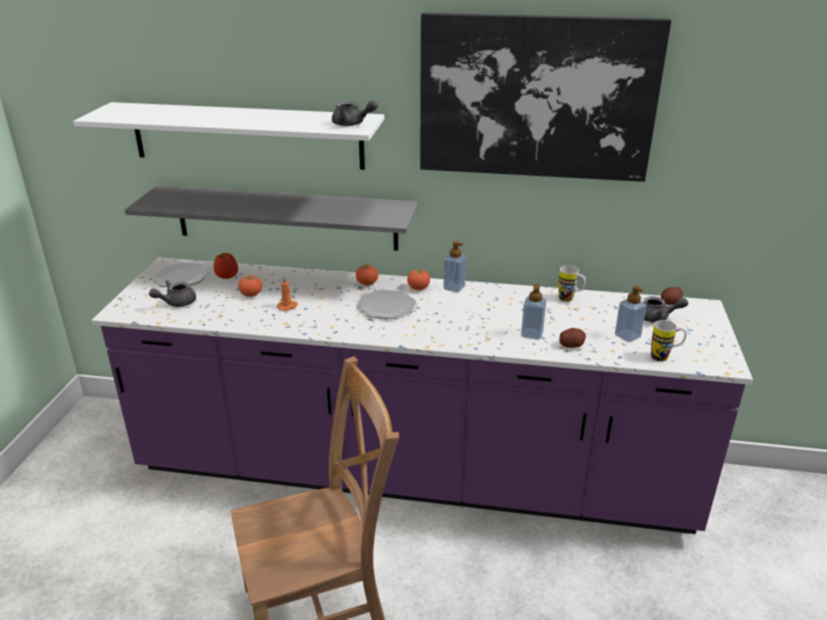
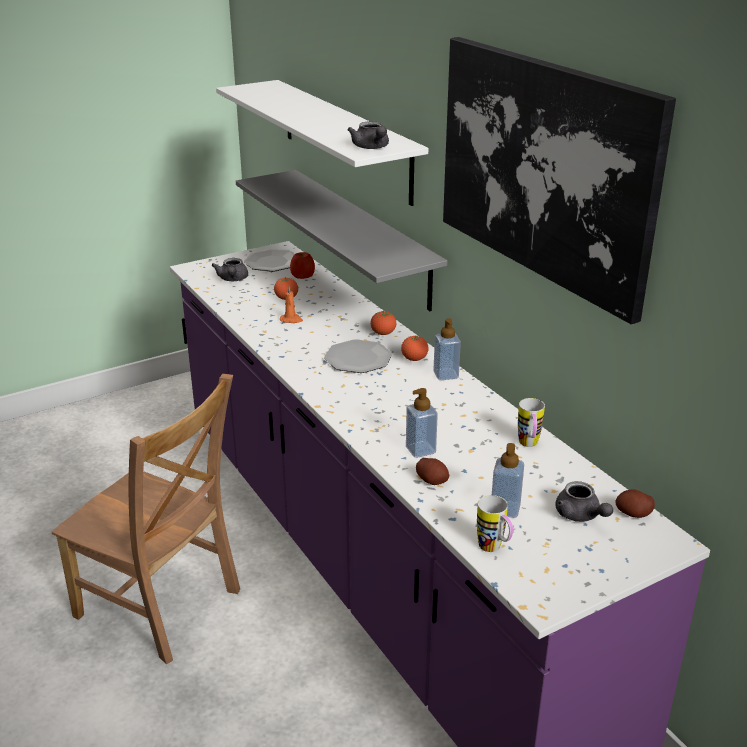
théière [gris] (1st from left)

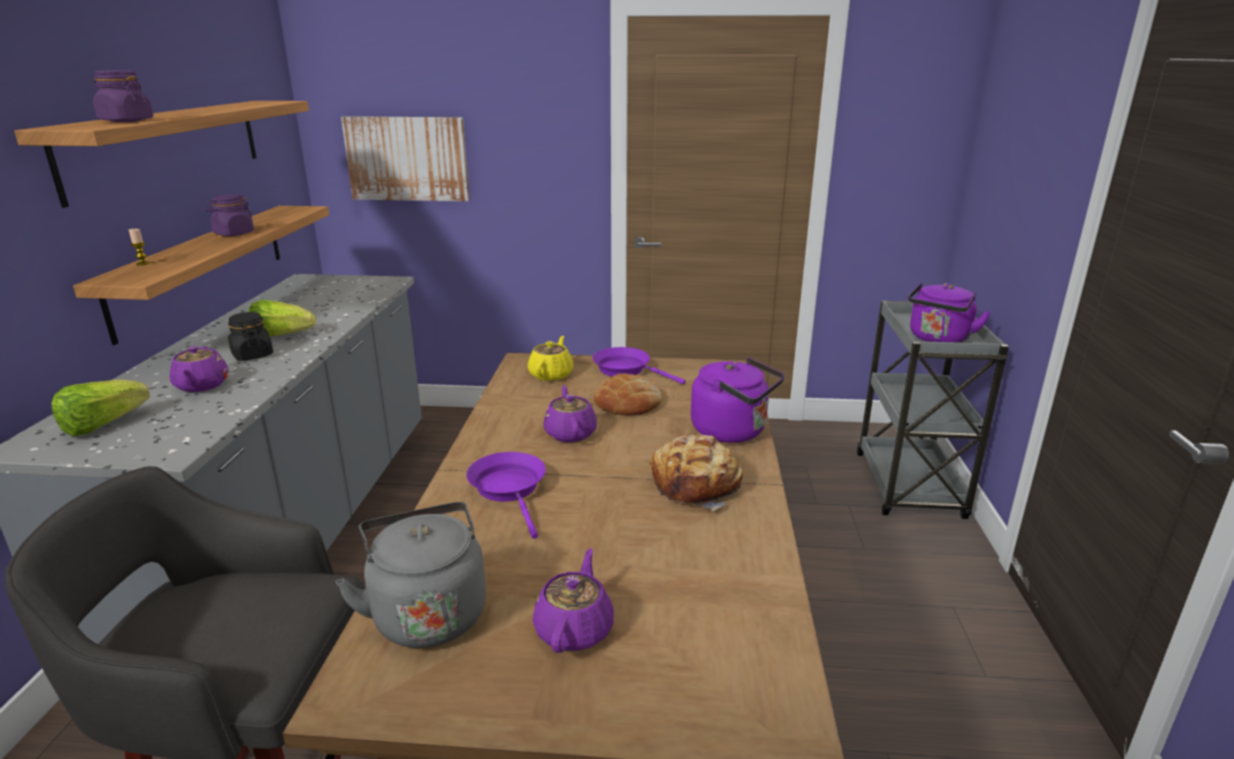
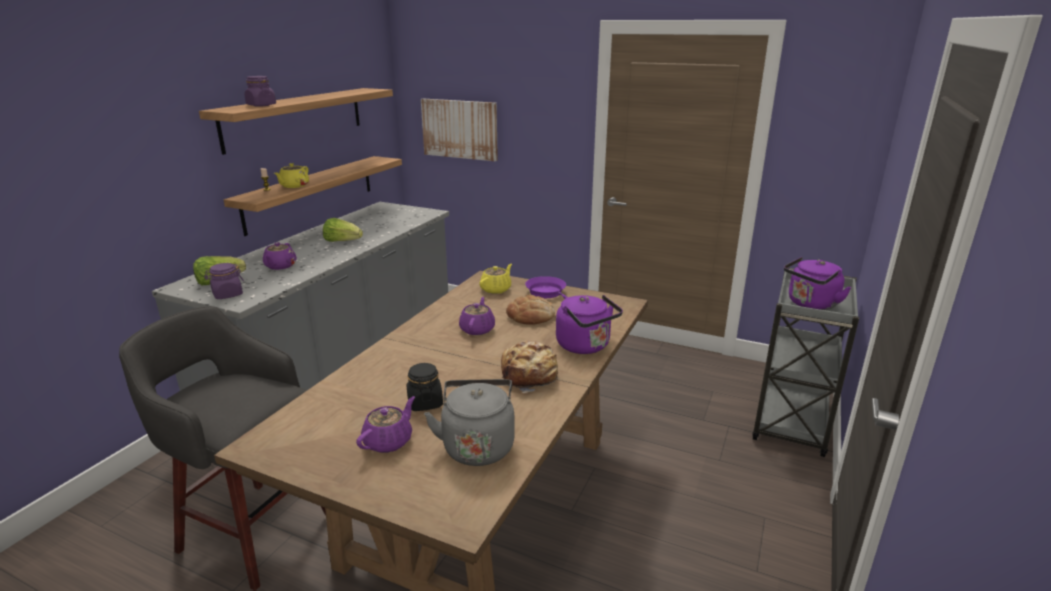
bocal [violet] (1st from left)
bocal [noir]
poêle [violet] (1st from left in the first image)
bouilloire [gris]
théière [jaune] (1st from left)

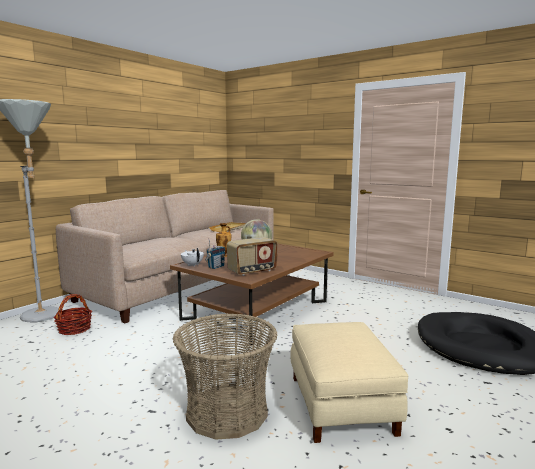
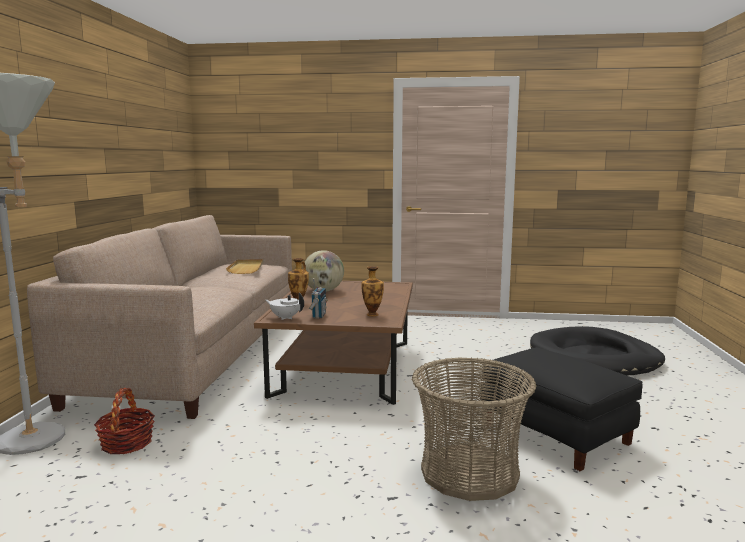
vase (2nd from left)
pouf [noir]

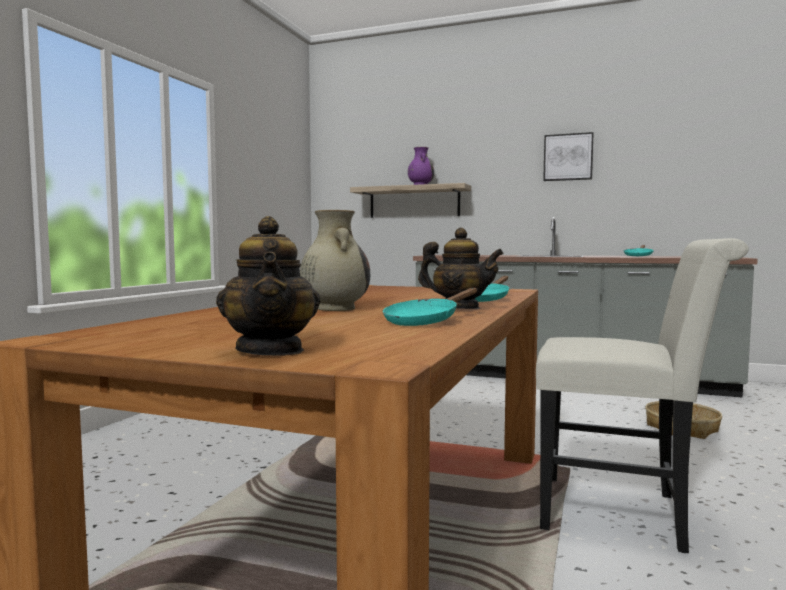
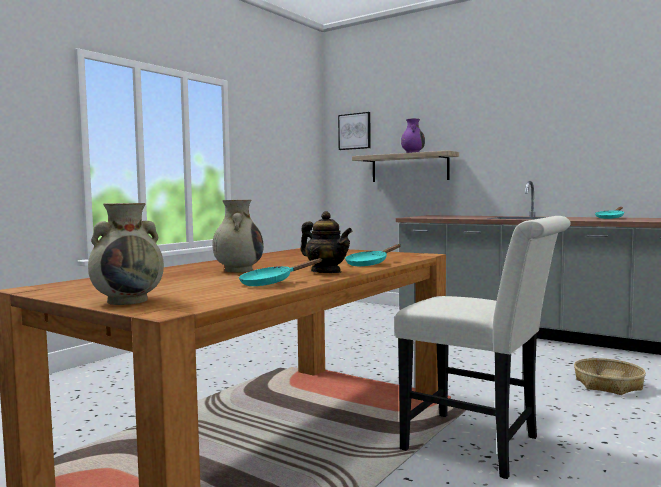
tableau
vase [beige] (1st from left)

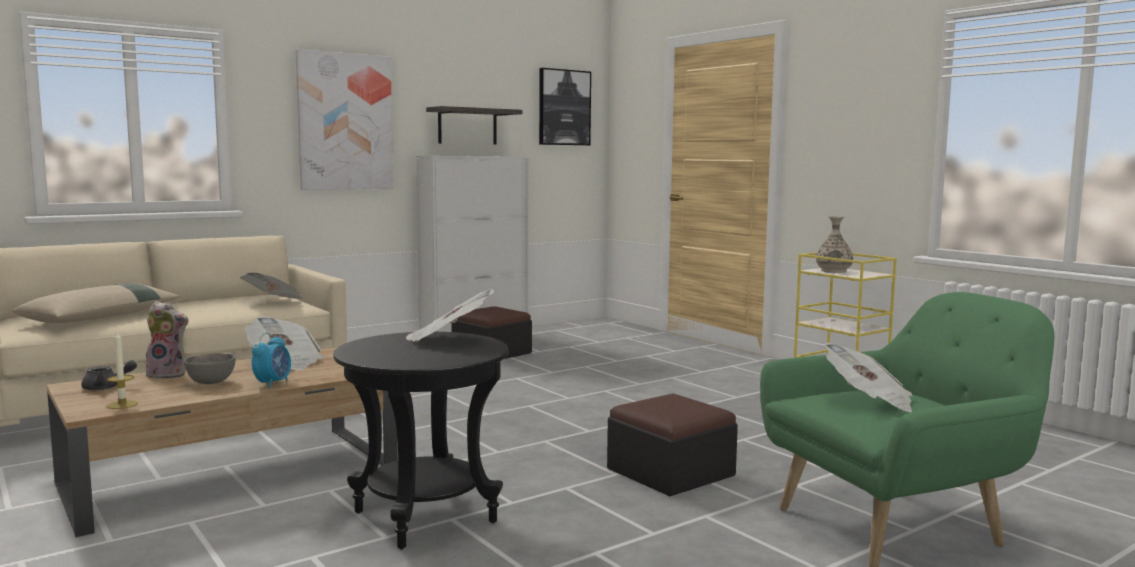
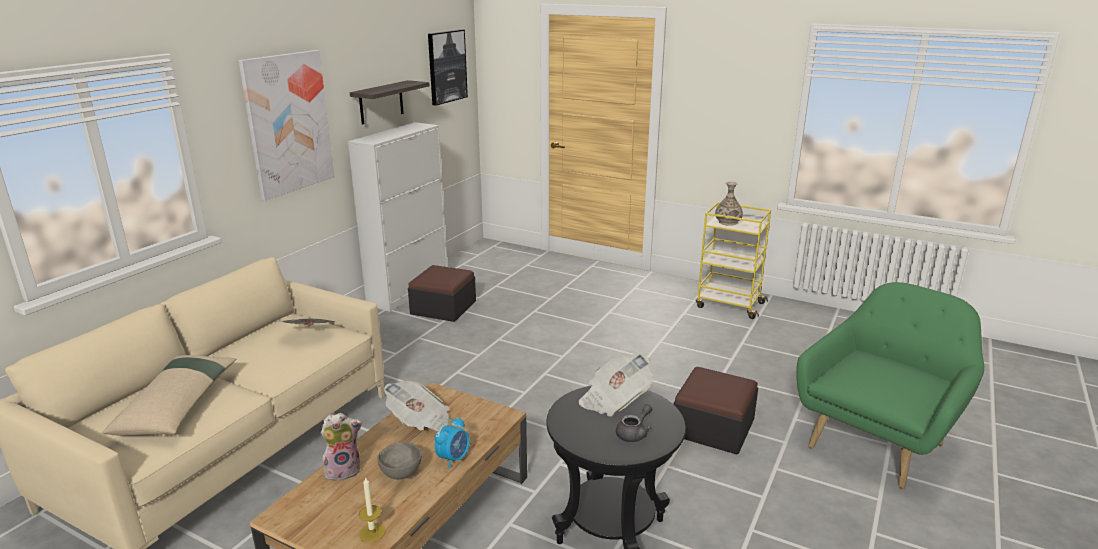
réveil
journal (4th from left in the first image)
théière [gris]

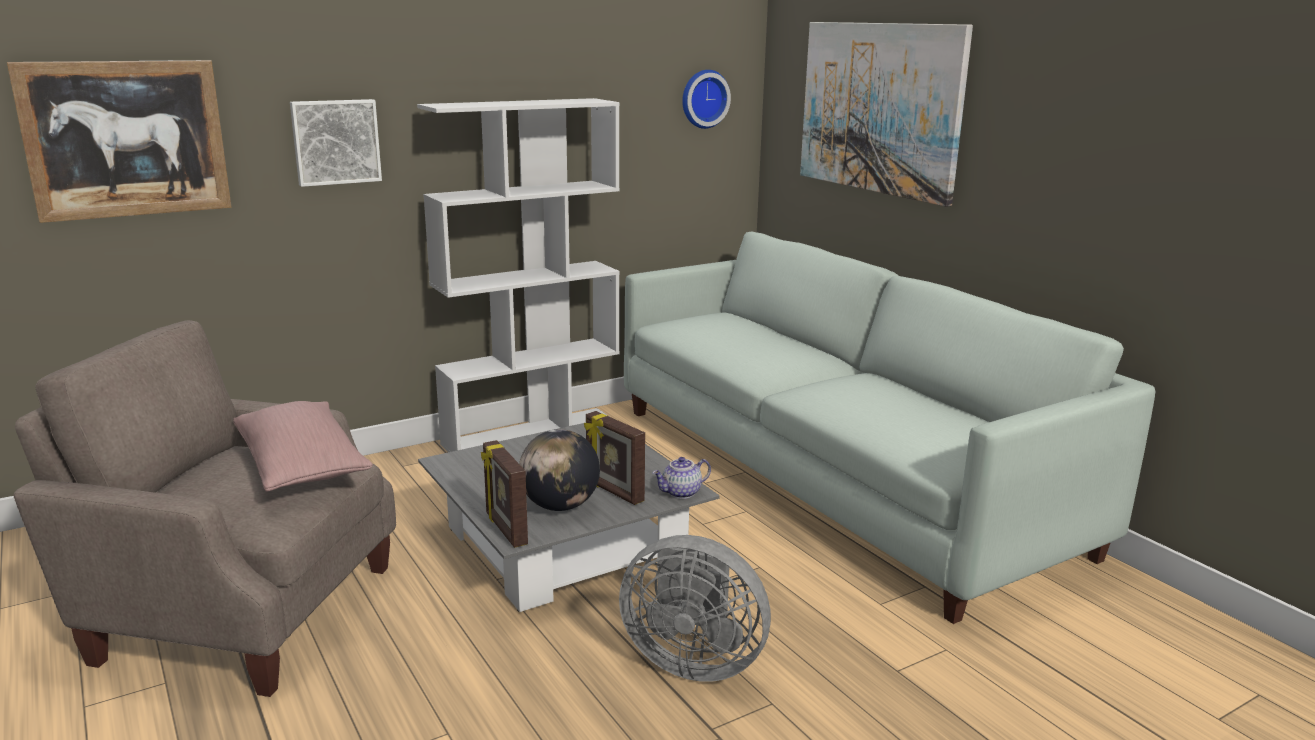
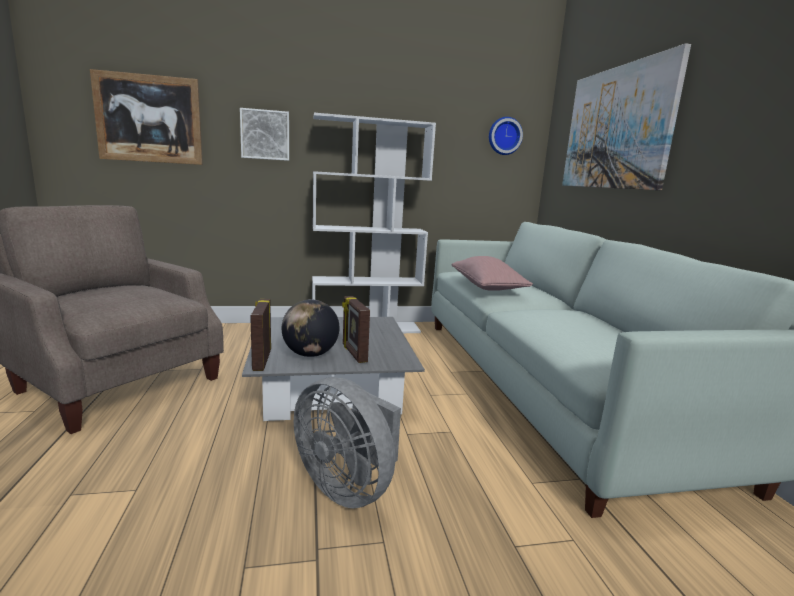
coussin [rose]
théière

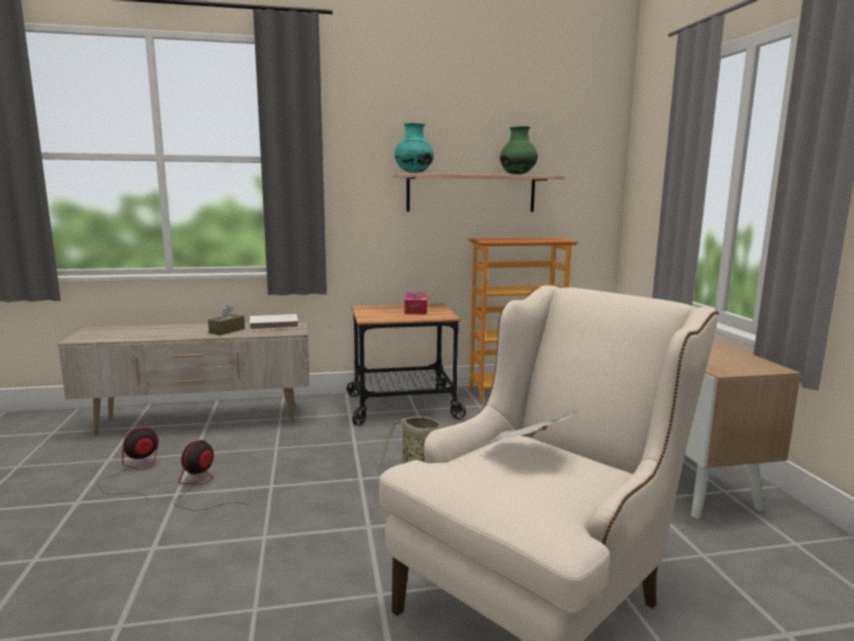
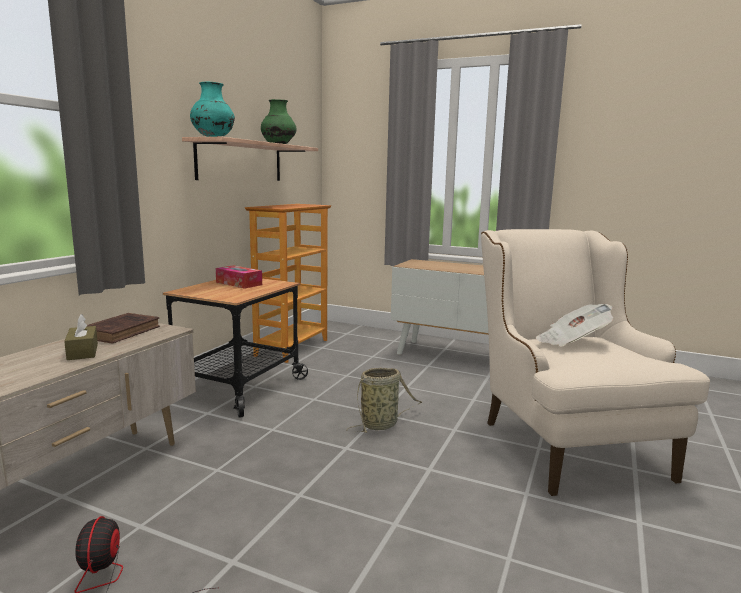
livre [marron]
ventilateur (2nd from left in the first image)

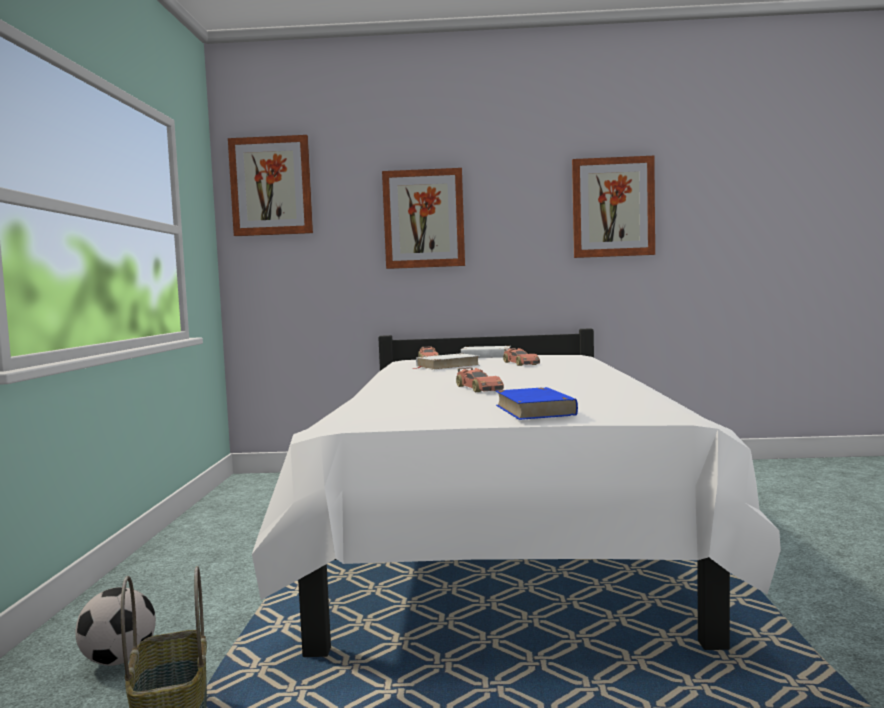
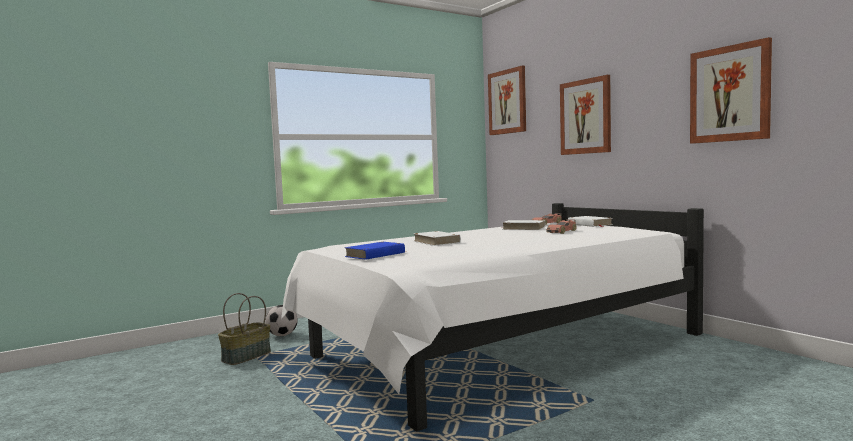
livre [blanc] (1st from left)

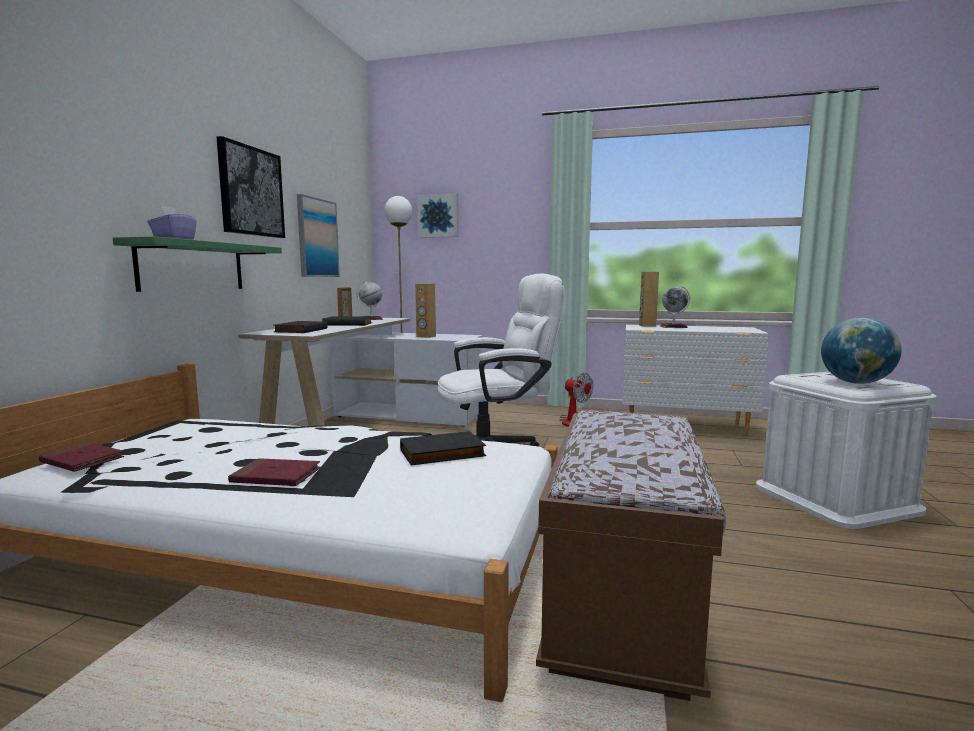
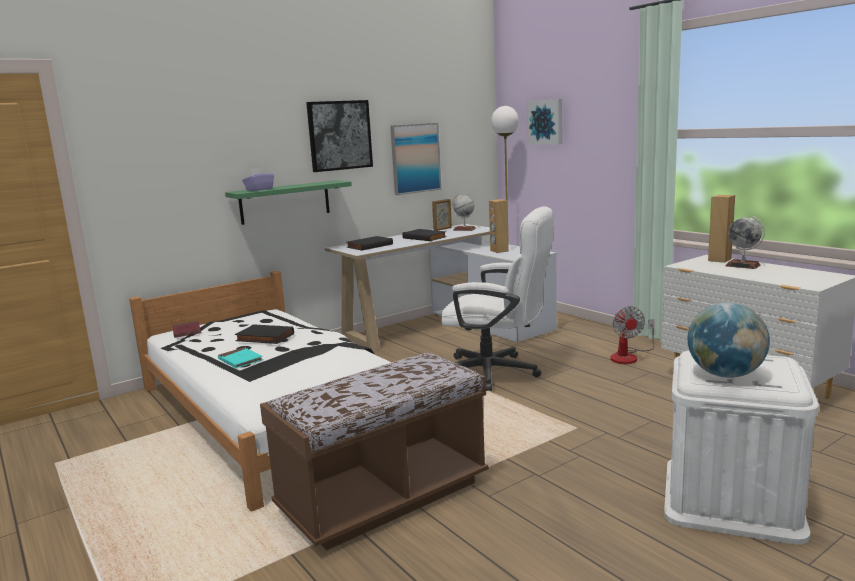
livre [noir] (1st from left)
livre [turquoise]

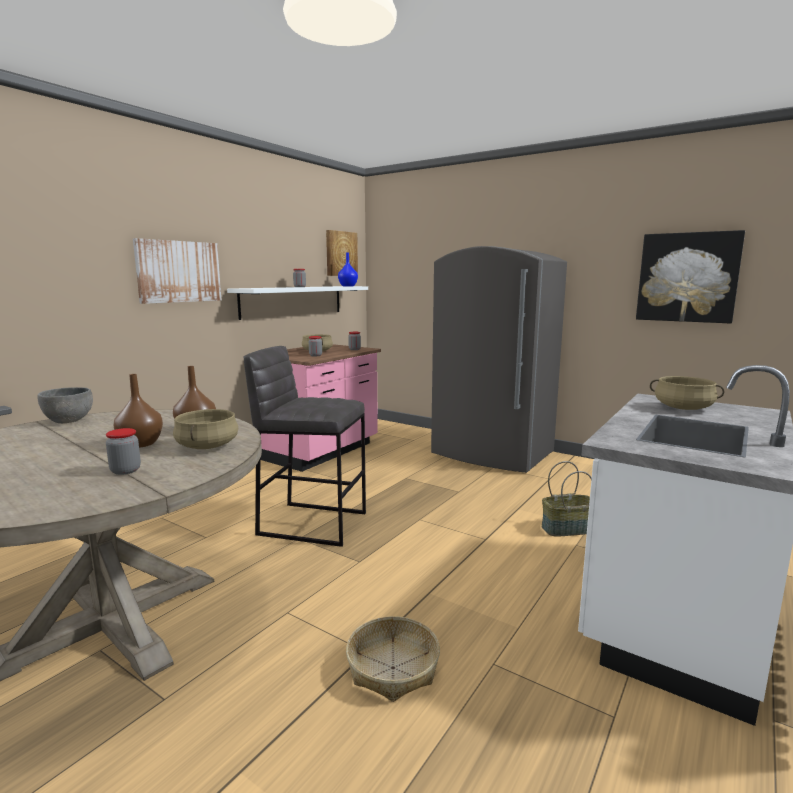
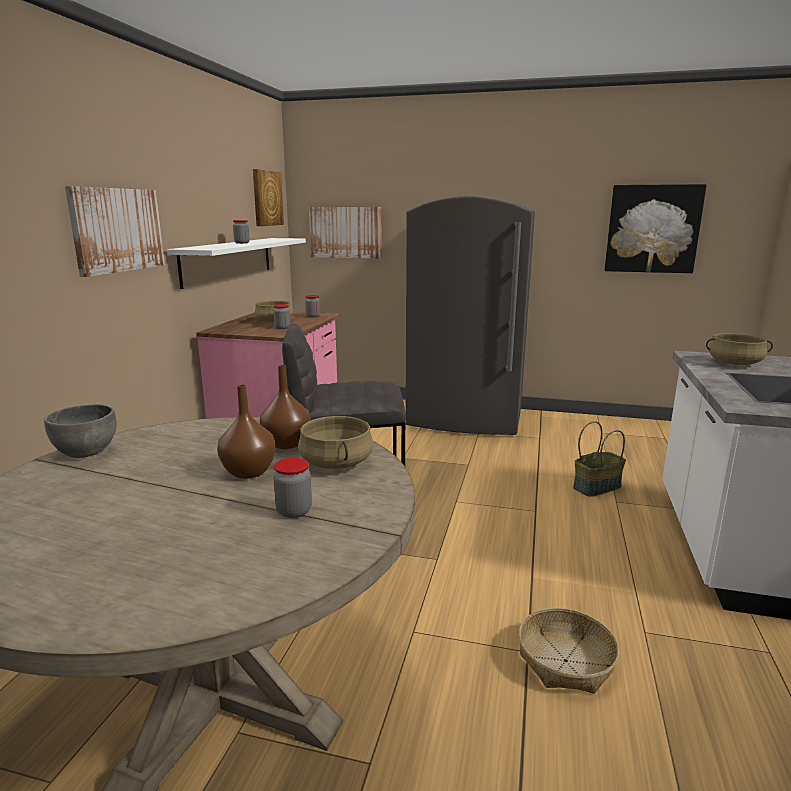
vase [bleu]
tableau (3rd from left)

